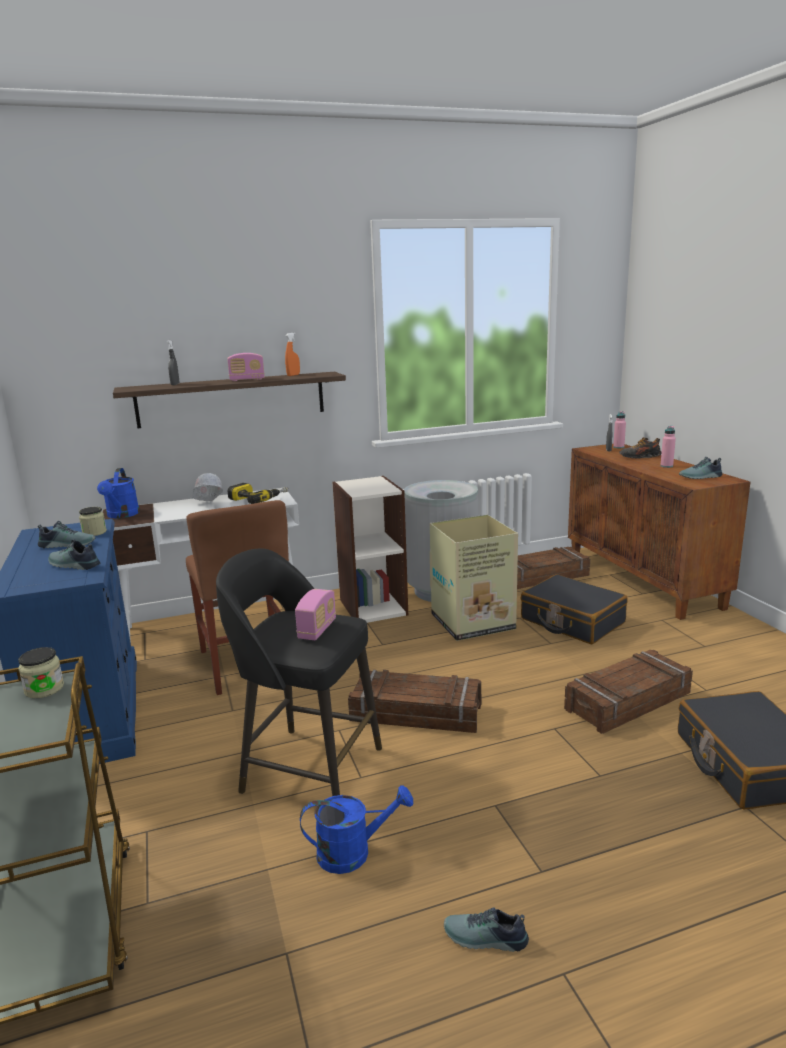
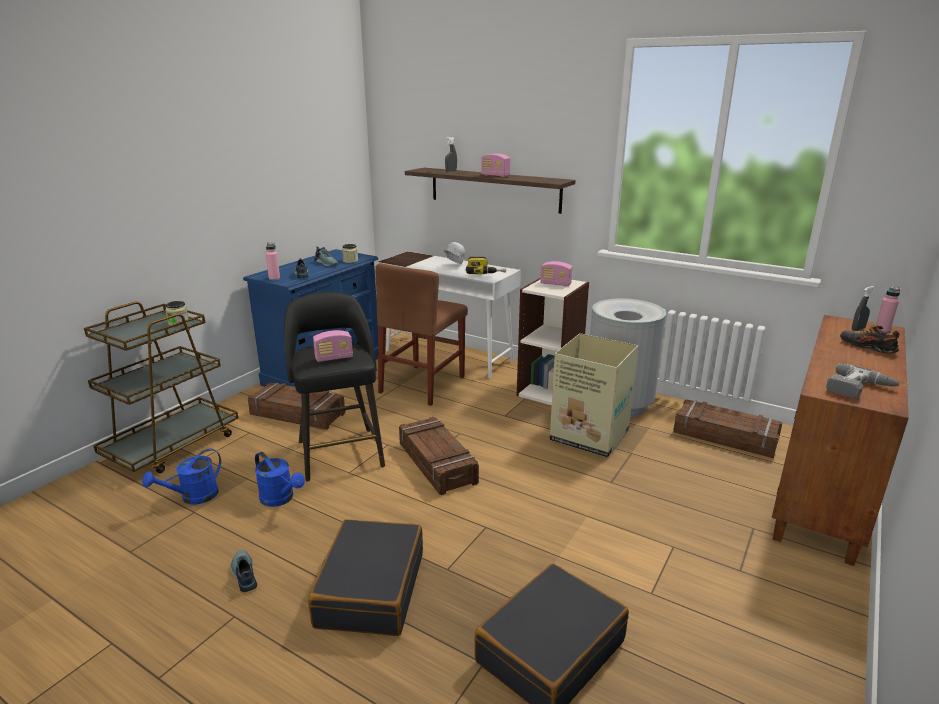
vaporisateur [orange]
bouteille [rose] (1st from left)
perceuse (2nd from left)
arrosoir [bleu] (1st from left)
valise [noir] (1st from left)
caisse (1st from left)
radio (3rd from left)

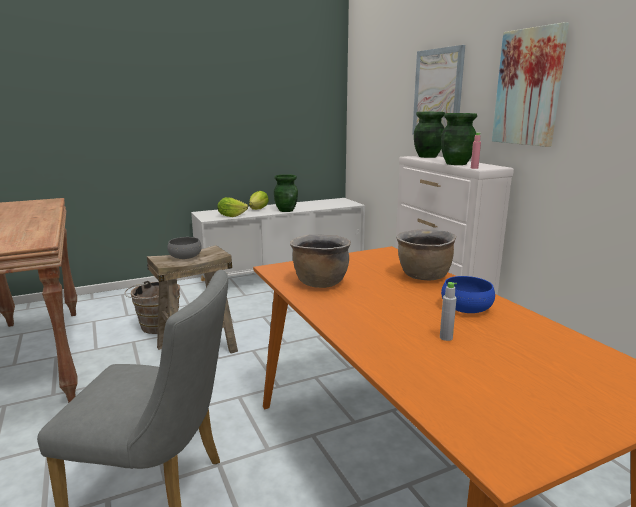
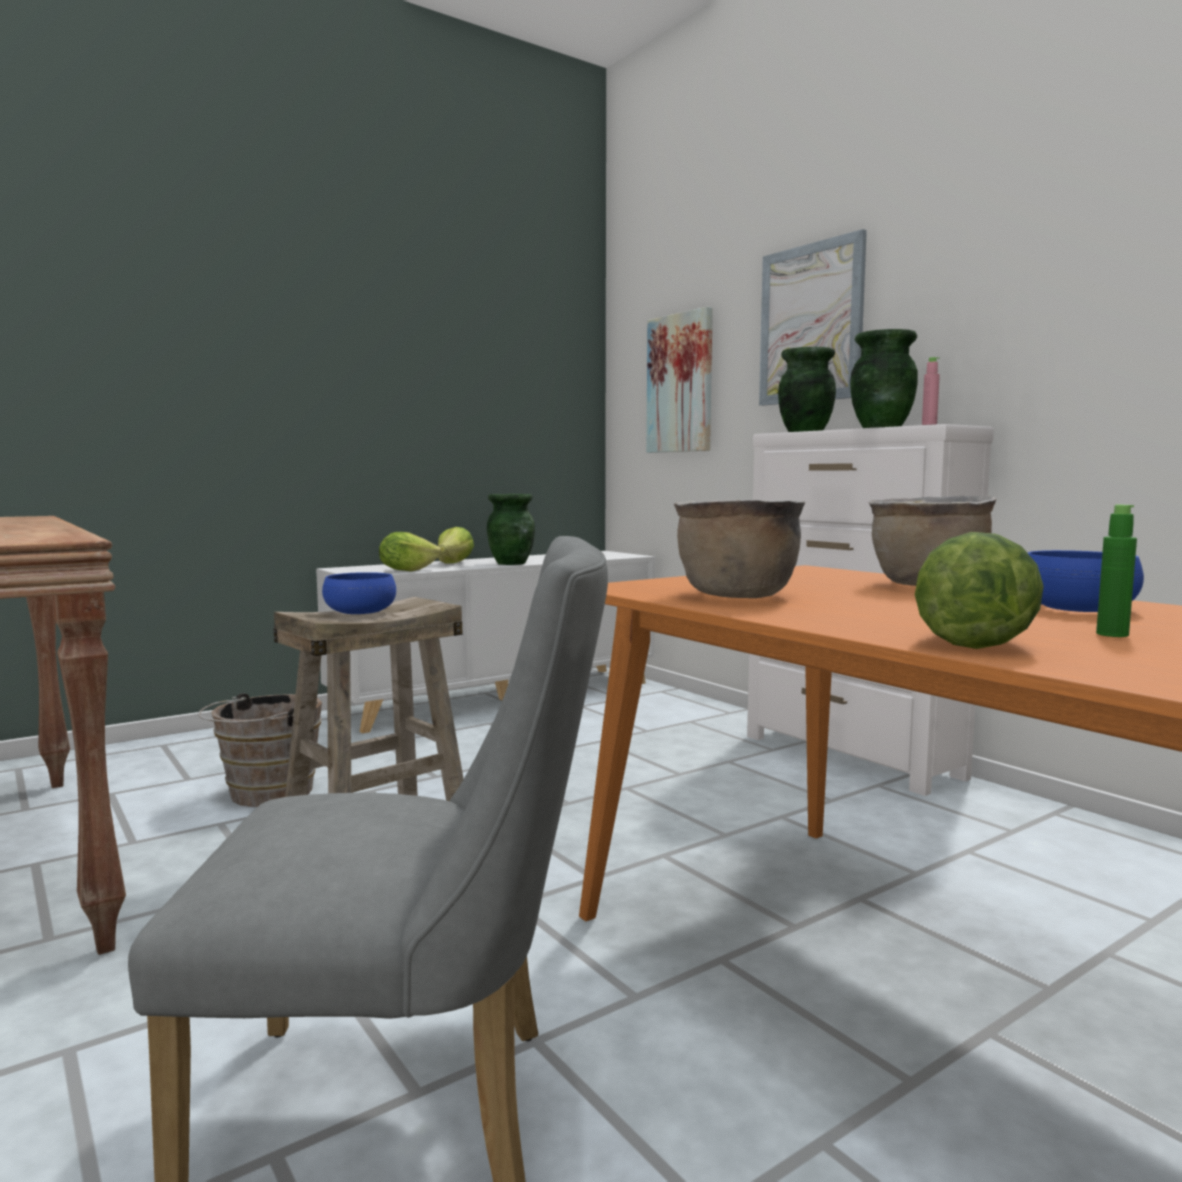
tableau (1st from left)
bol [bleu] (1st from left)
bouteille [vert]
laitue (3rd from left)

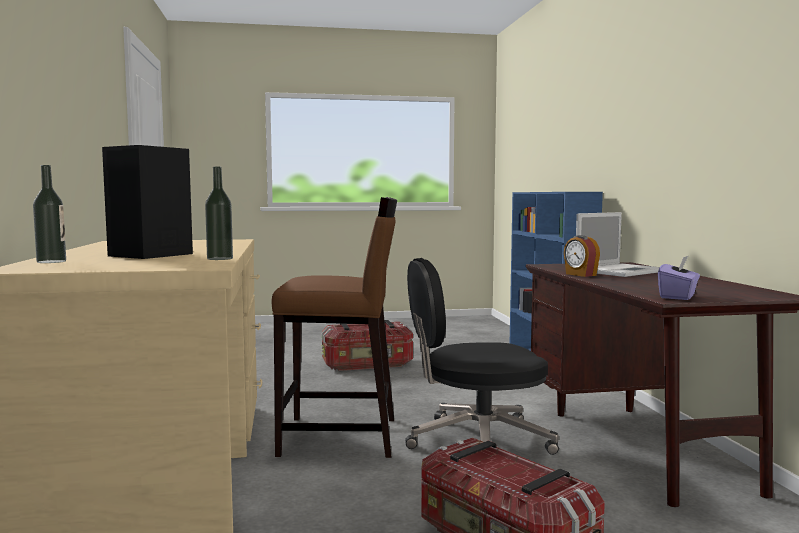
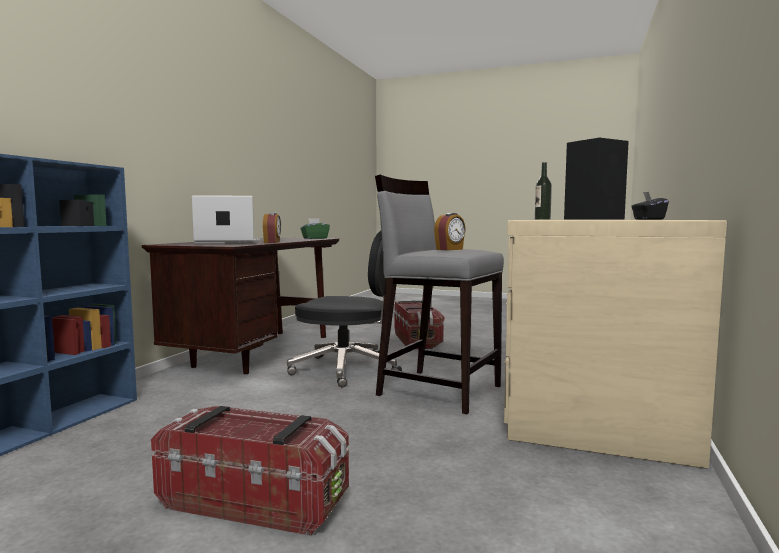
boîte à mouchoirs [noir]
tabouret [gris]
boîte à mouchoirs [vert]
réveil (2nd from left)

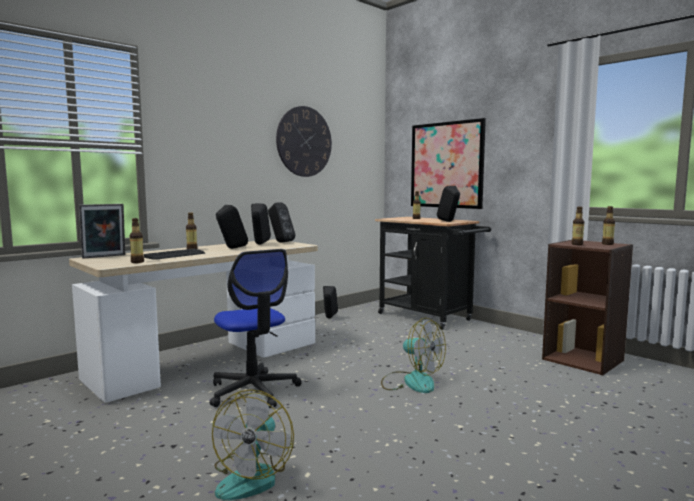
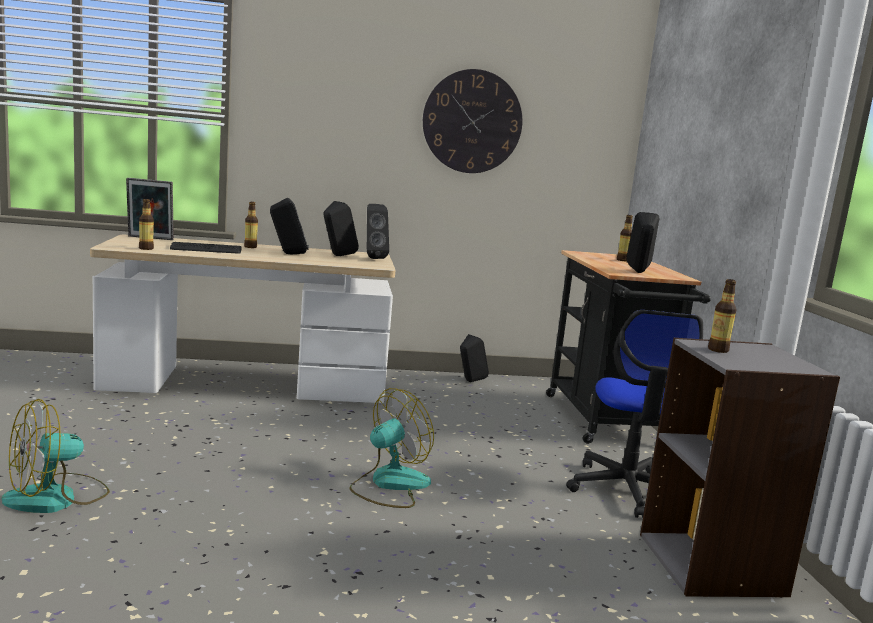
tableau
bouteille (5th from left in the first image)
bibliothèque [gris]
chaise de bureau
ventilateur (2nd from left)

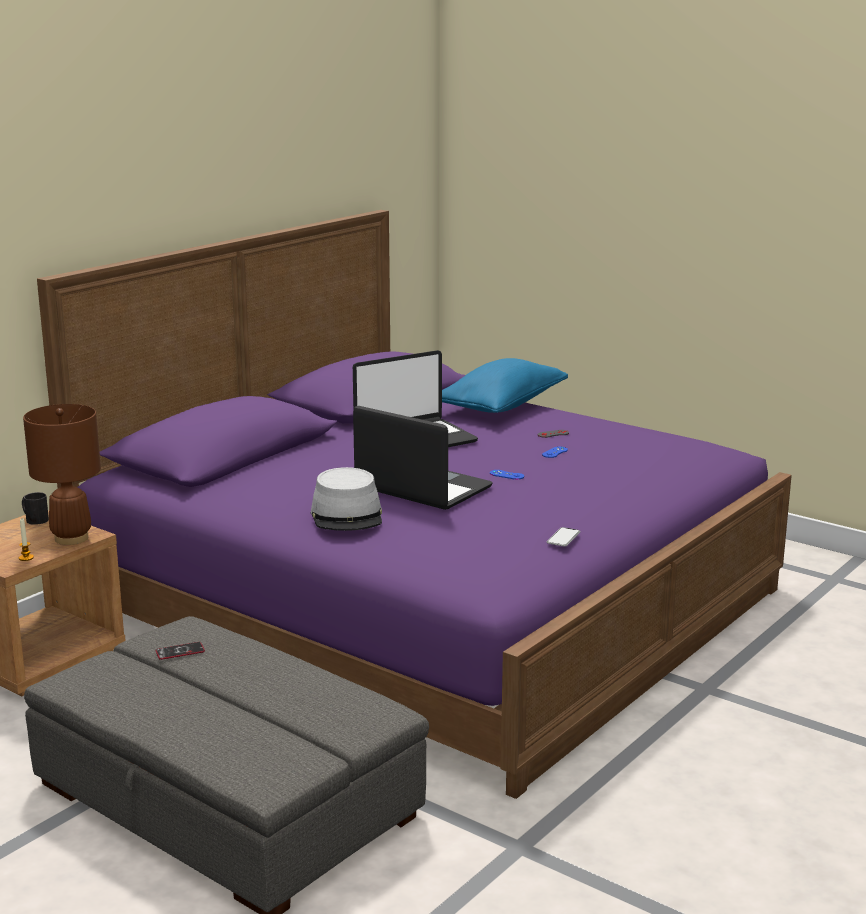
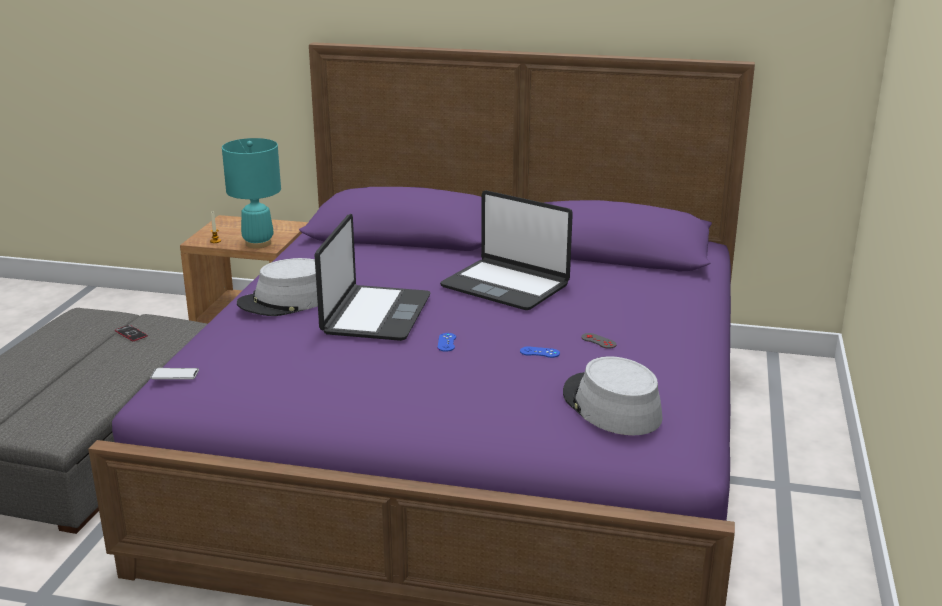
coussin [bleu]
lampe de table [turquoise]
mug [noir]
téléphone (2nd from left)
chapeau [gris] (2nd from left)

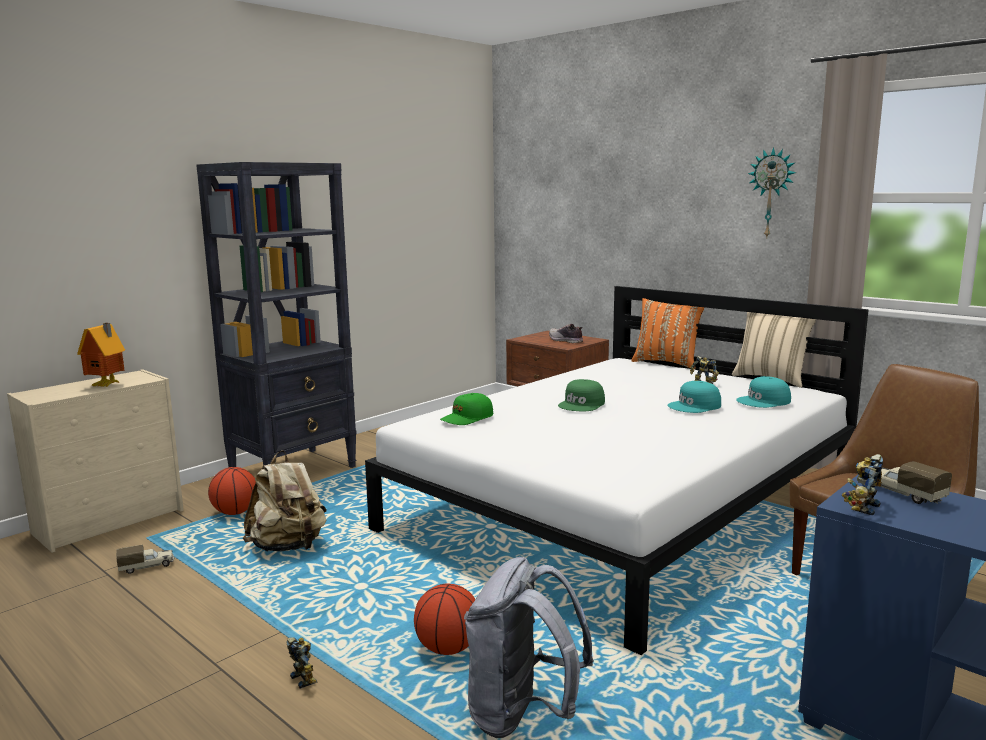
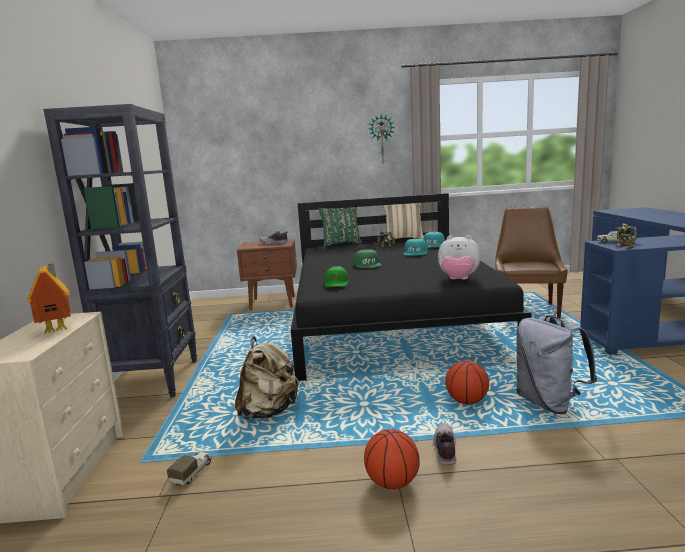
lit [noir]
coussin [vert]
ballon de basket (1st from left)
chaussure (2nd from left)
peluche

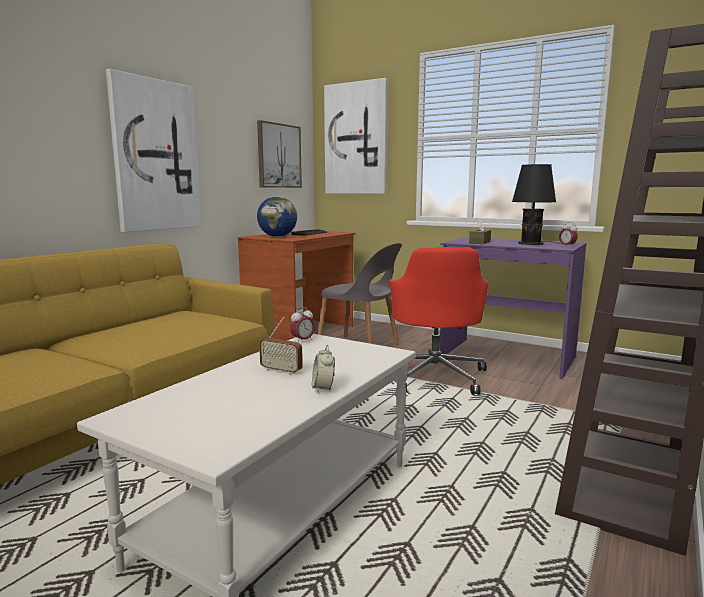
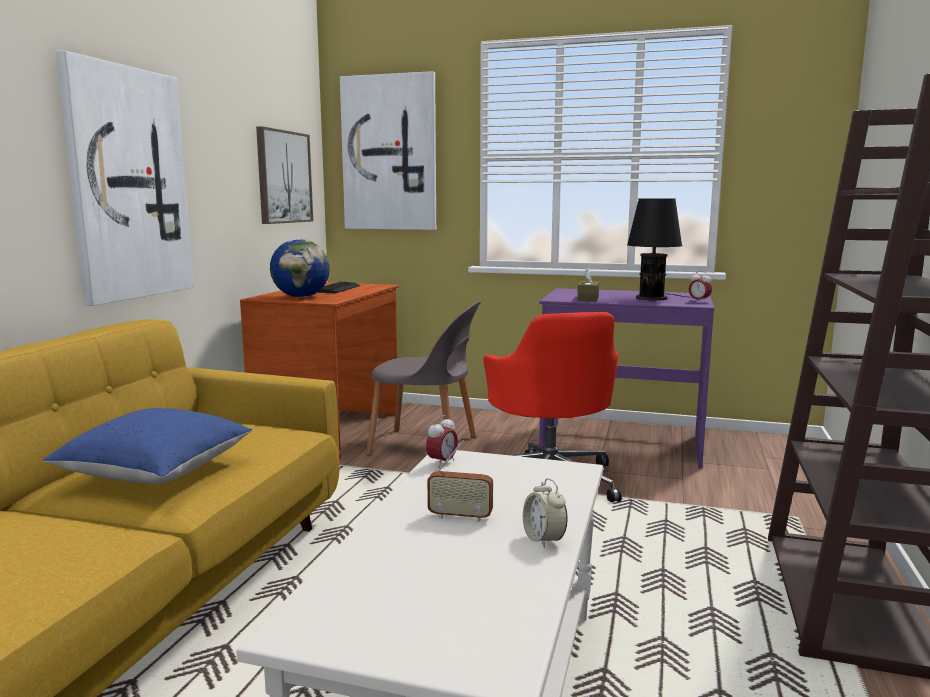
coussin [bleu]

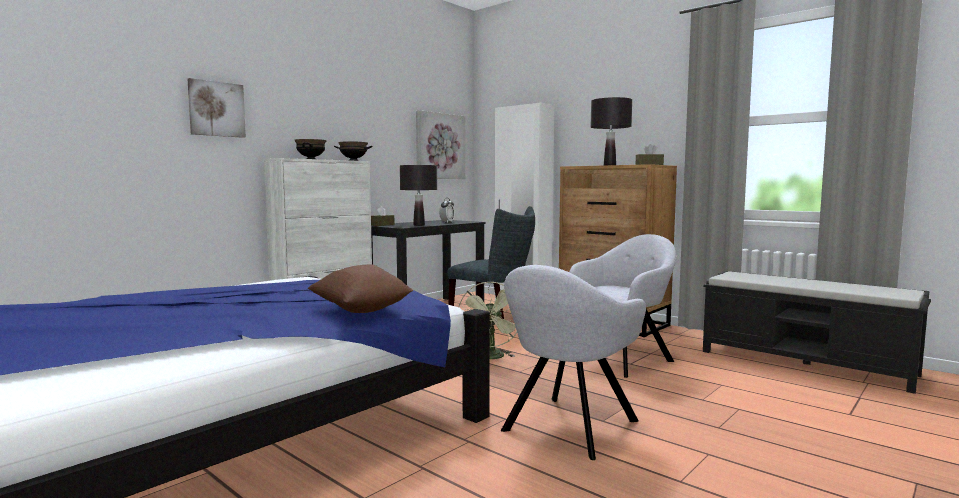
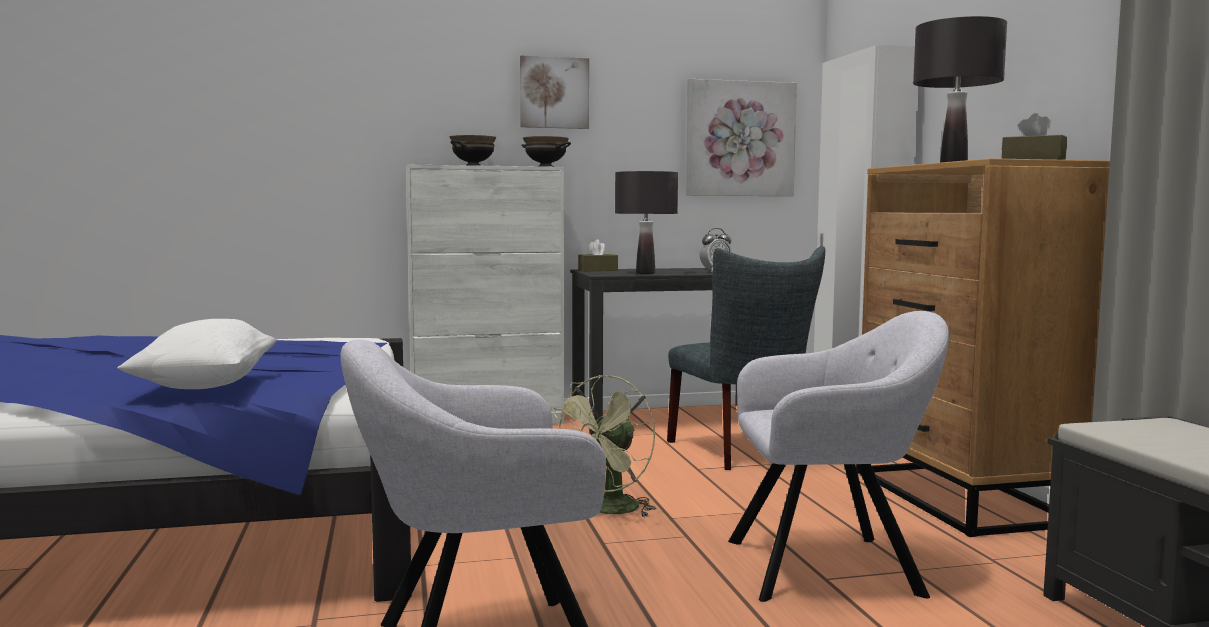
tableau (1st from left)
coussin [blanc]

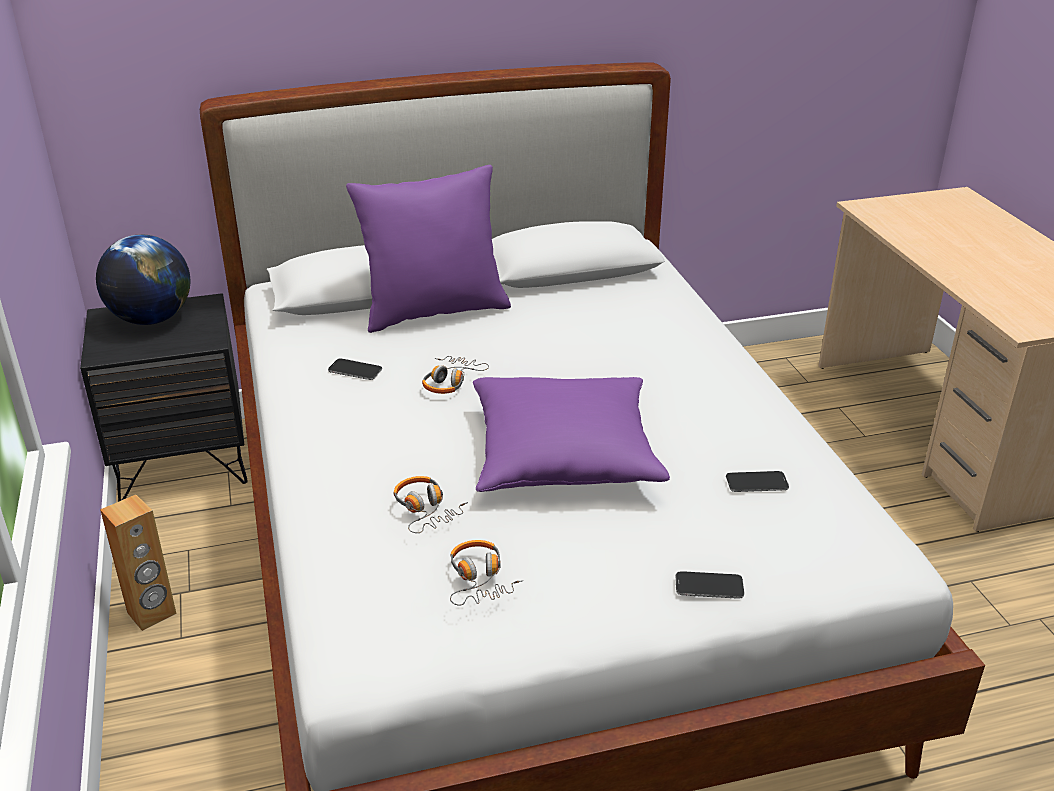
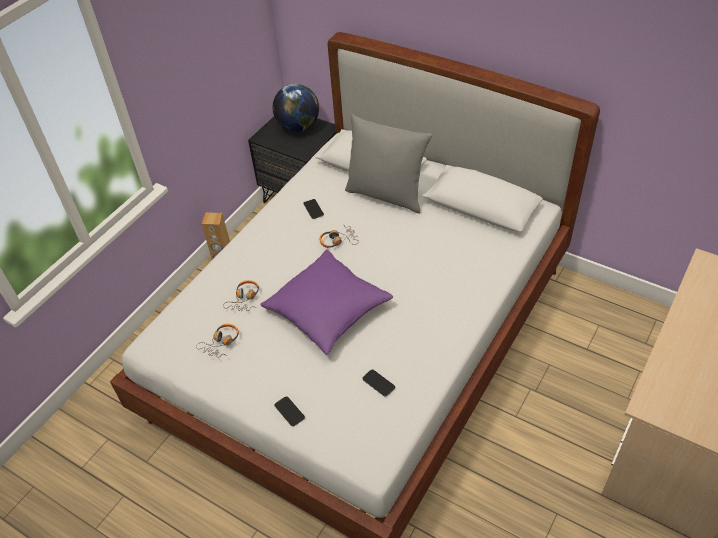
coussin [gris]

